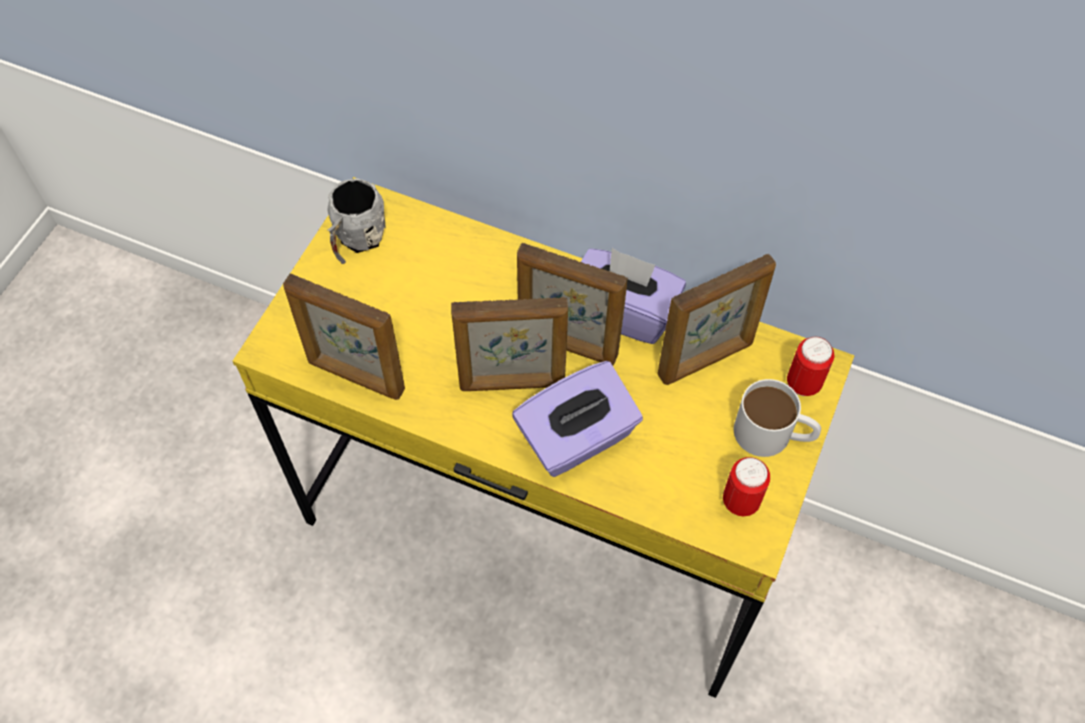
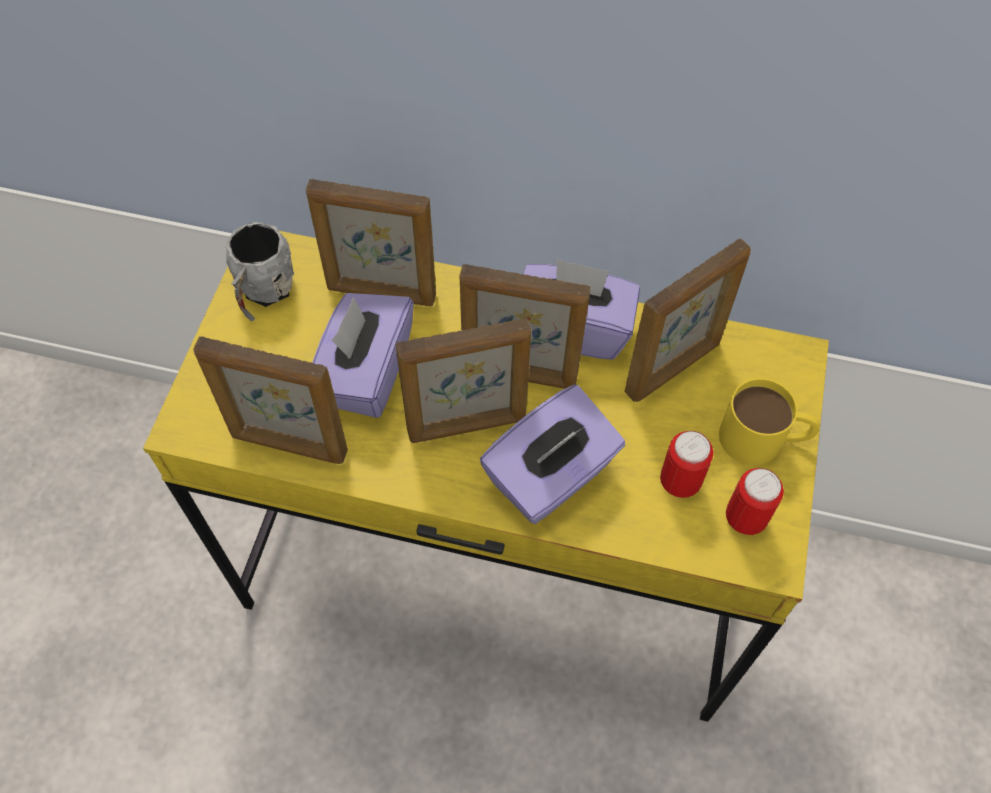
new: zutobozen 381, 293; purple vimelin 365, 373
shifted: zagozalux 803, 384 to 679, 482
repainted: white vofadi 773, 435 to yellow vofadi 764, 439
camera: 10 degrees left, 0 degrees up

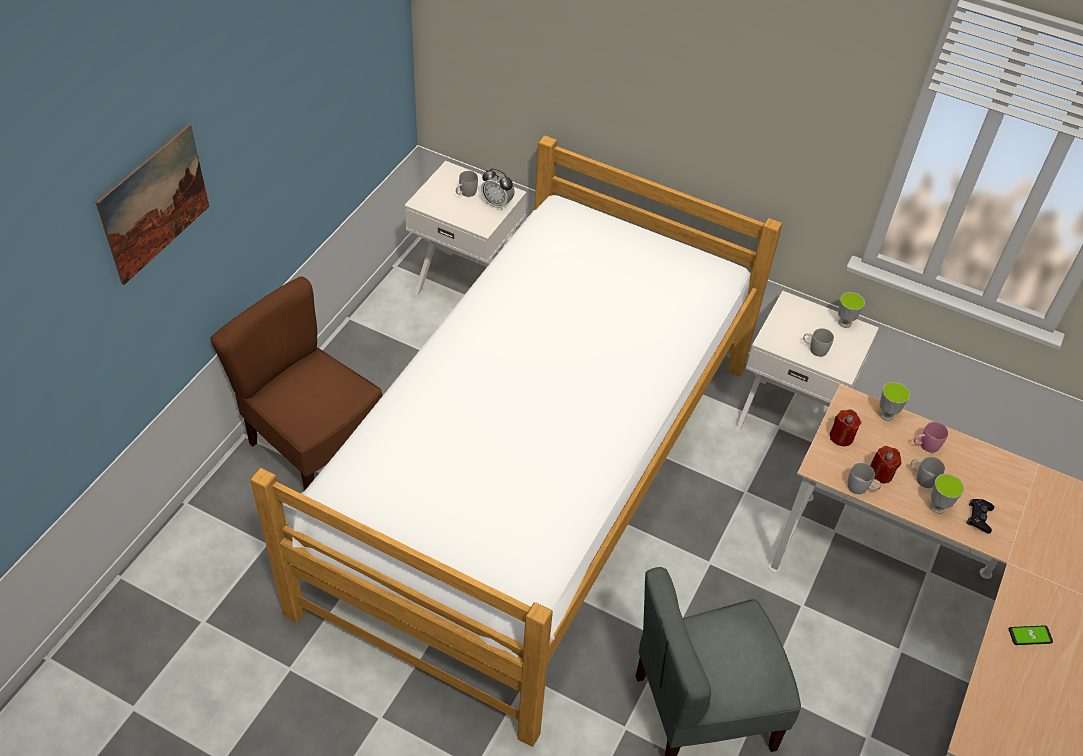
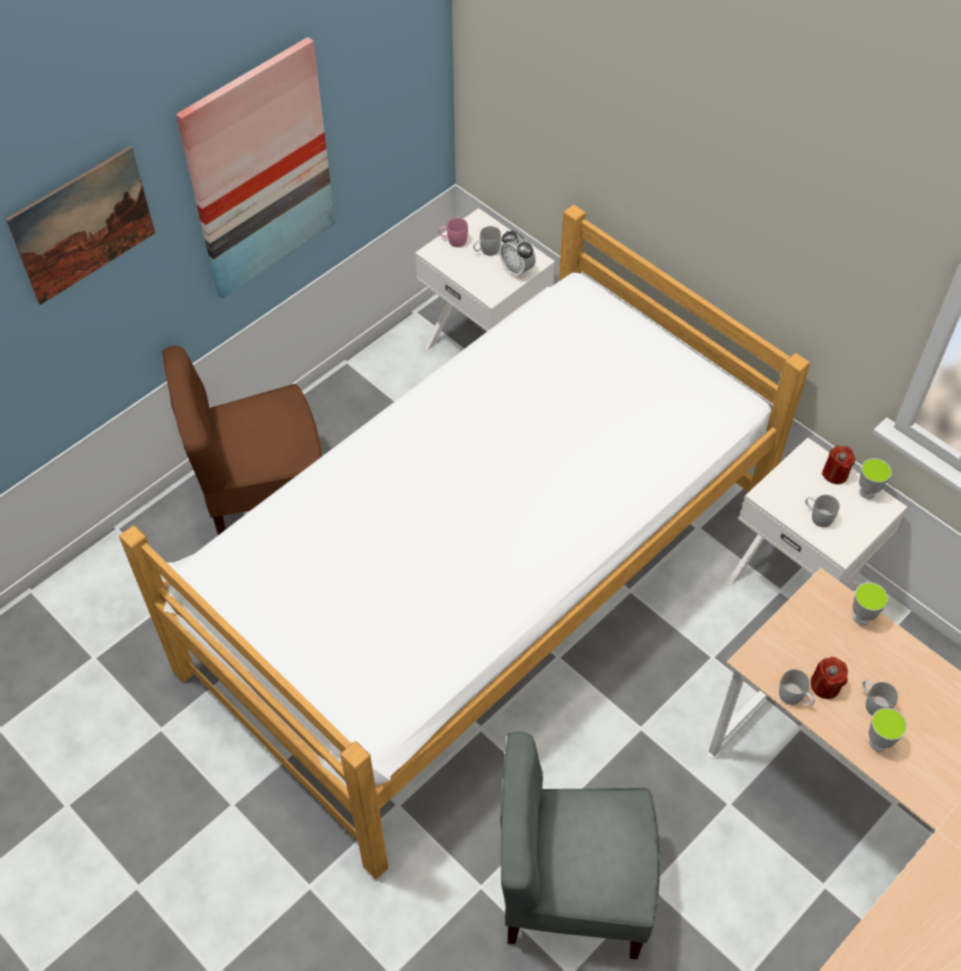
gone: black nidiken 979, 517; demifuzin 1030, 635
new: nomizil 259, 171
shifted: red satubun 841, 437 to 835, 474; pink vofadi 925, 445 to 453, 241
rotated: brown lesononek 314, 445 = 263, 495 75 degrees counterclockwise
camera: 20 degrees right, 5 degrees up

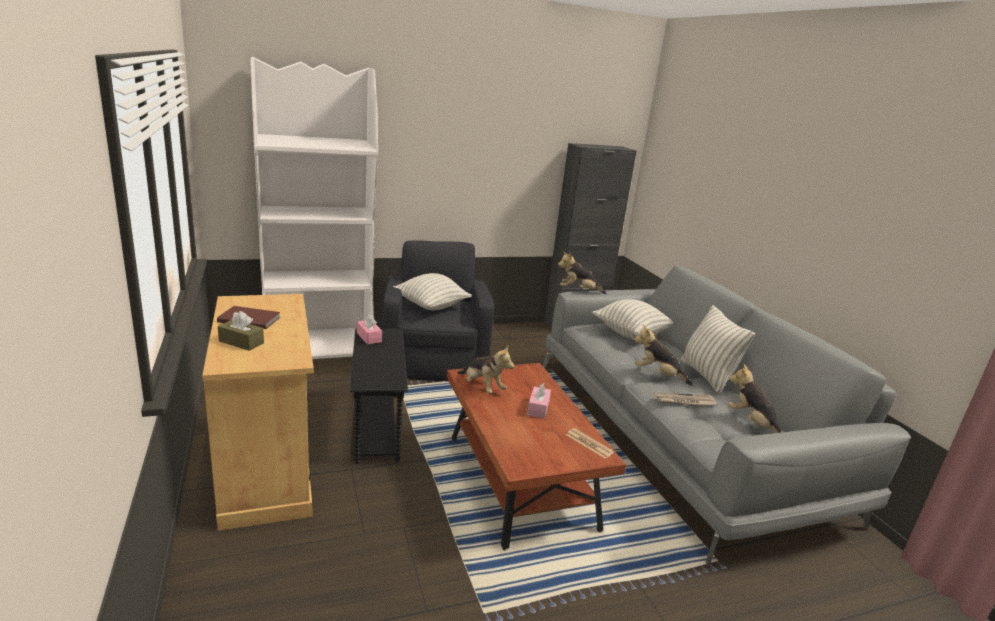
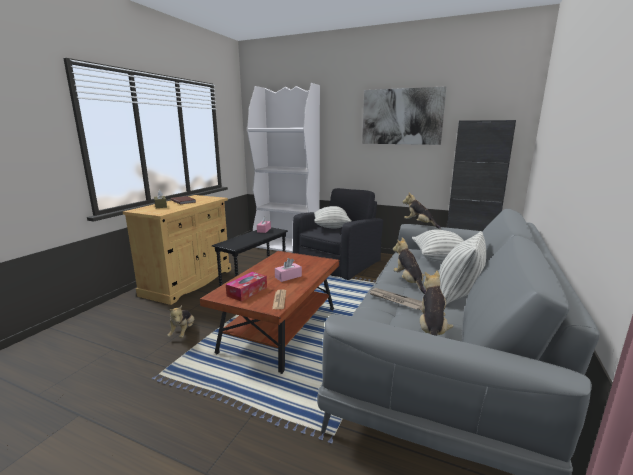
new: vimelin 247, 291; nomizil 402, 116
shifted: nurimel 482, 387 to 183, 332
camera: 45 degrees right, 5 degrees down

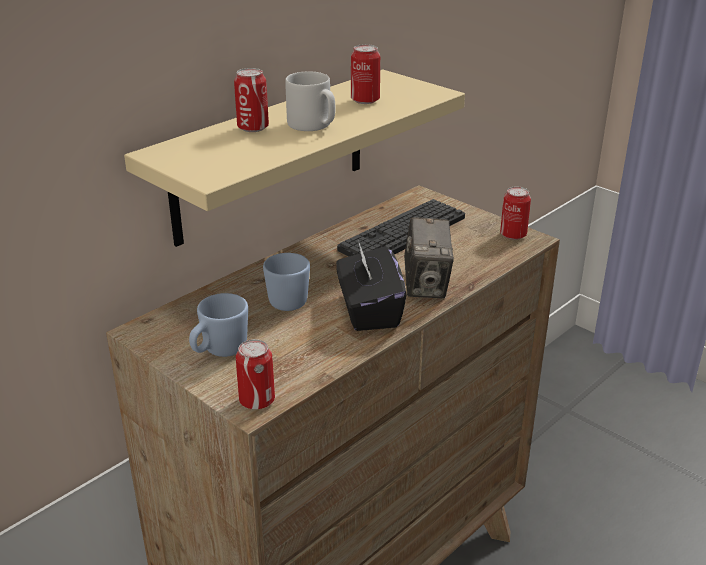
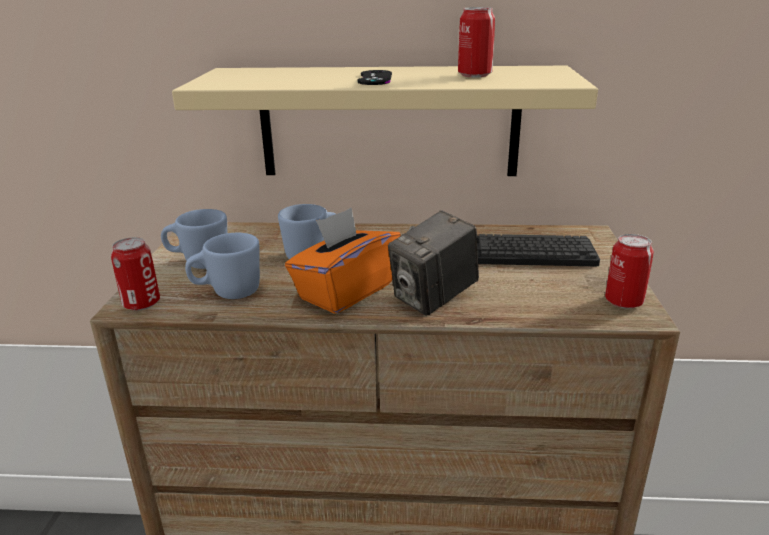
gone: zagozalux 253, 128
new: blue vofadi 227, 293
swapped: grey vofadi 313, 125 to black nidiken 375, 78
repainted: black vimelin 369, 311 to orange vimelin 345, 291
camera: 50 degrees right, 5 degrees down

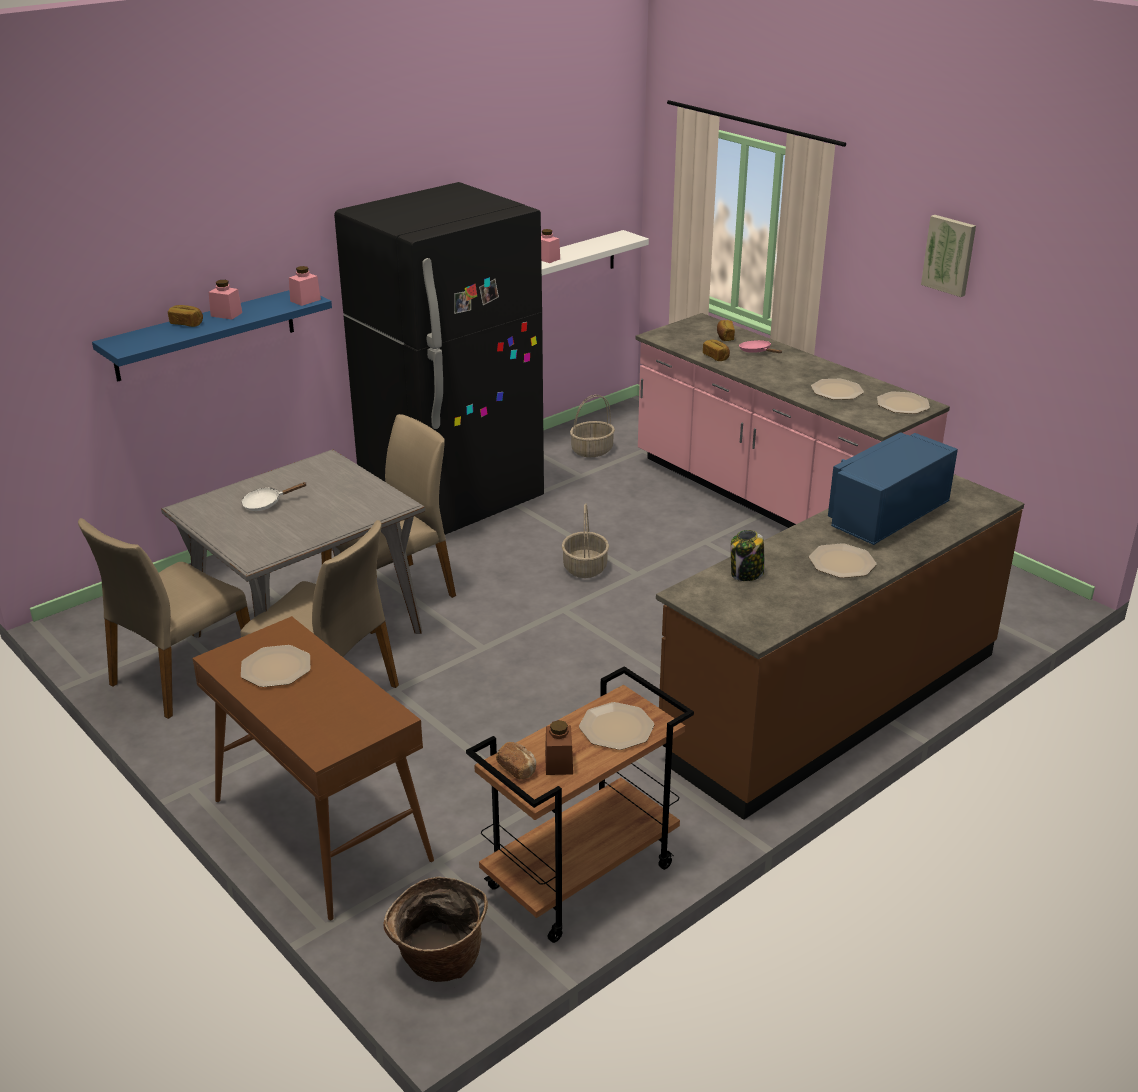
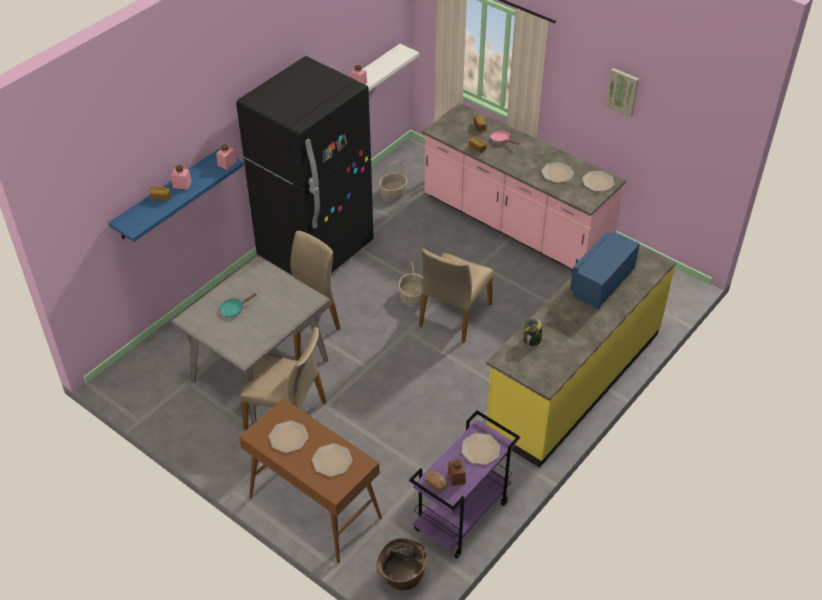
shifted: beige lesononek 182, 675 to 454, 315; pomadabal 842, 562 to 332, 460
repainted: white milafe 266, 504 to turquoise milafe 234, 309; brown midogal 580, 879 to purple midogal 462, 517; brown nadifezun 831, 702 to yellow nadifezun 573, 381
camera: 10 degrees left, 15 degrees up

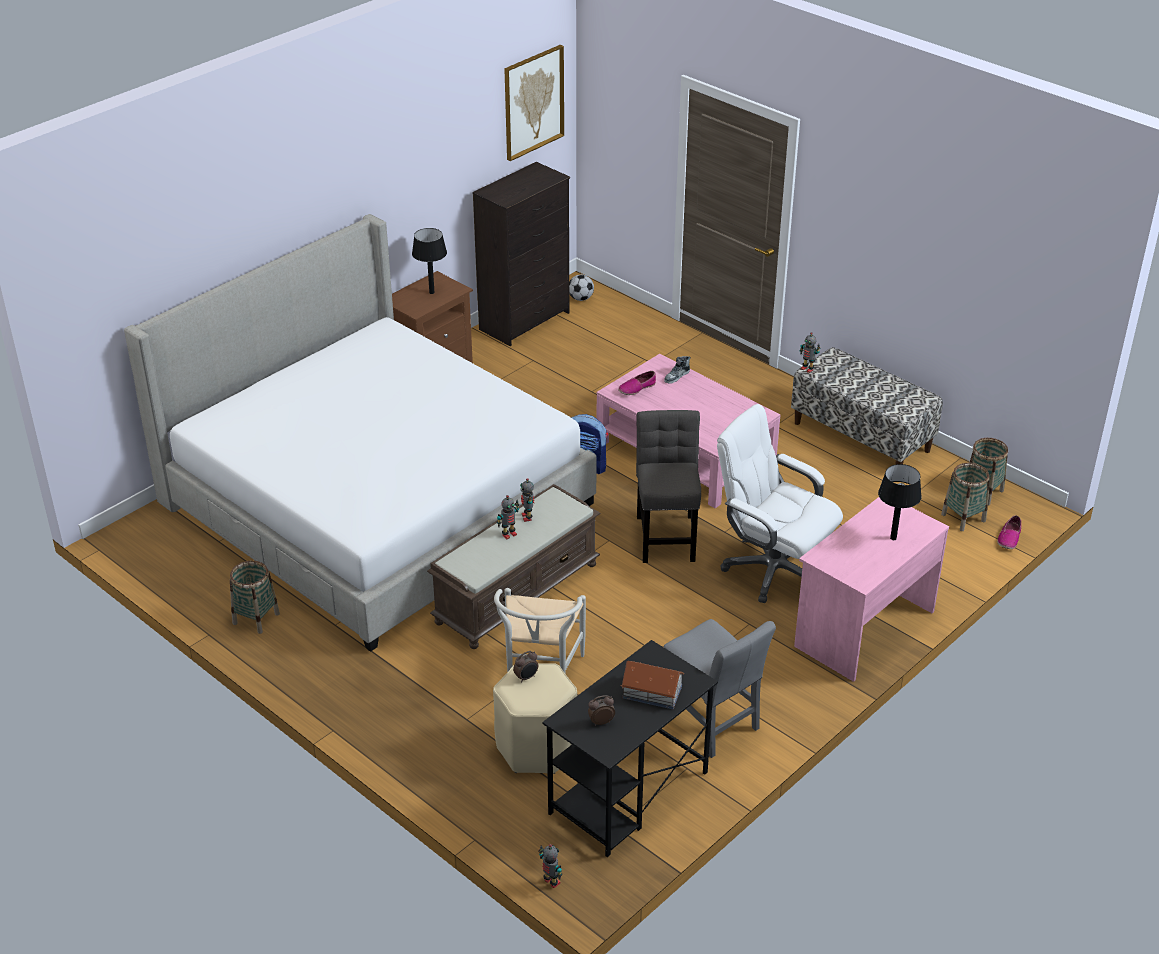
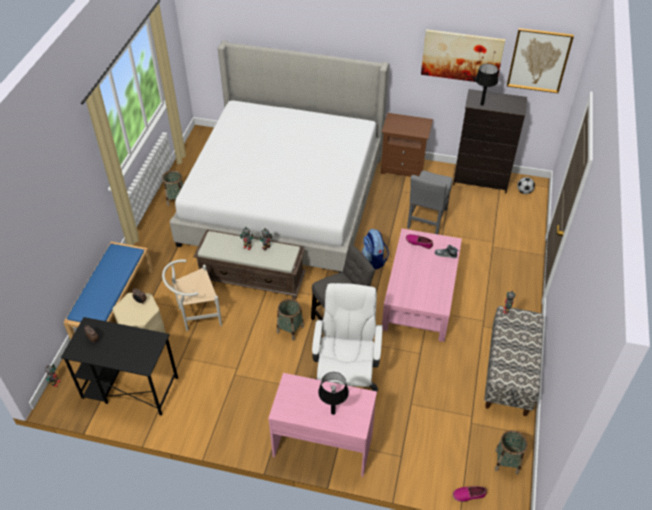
gone: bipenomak 652, 692
new: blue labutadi 114, 304; nomizil 461, 56
shifted: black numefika 432, 292 to 482, 104; grey lesononek 711, 723 to 427, 220; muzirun 963, 518 to 290, 329
camera: 60 degrees right, 10 degrees up

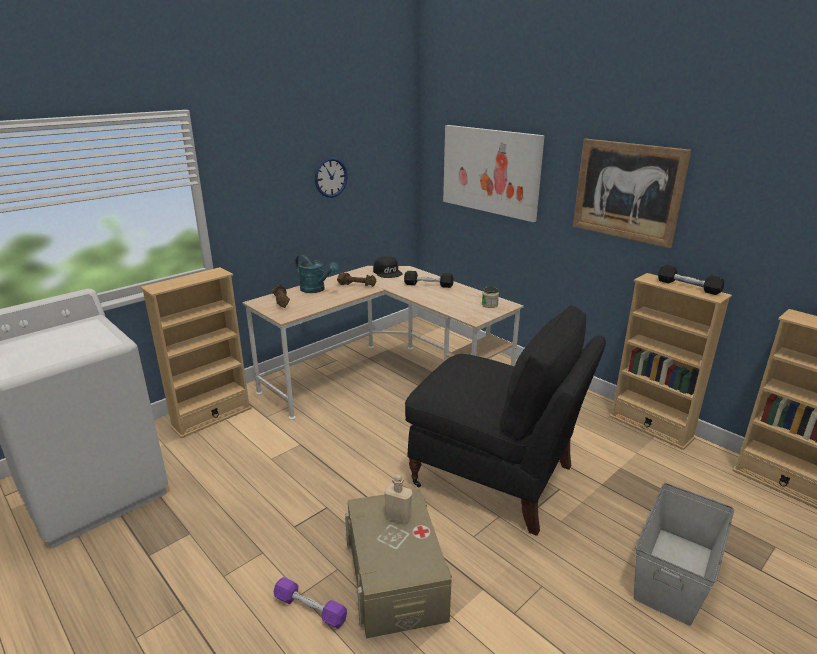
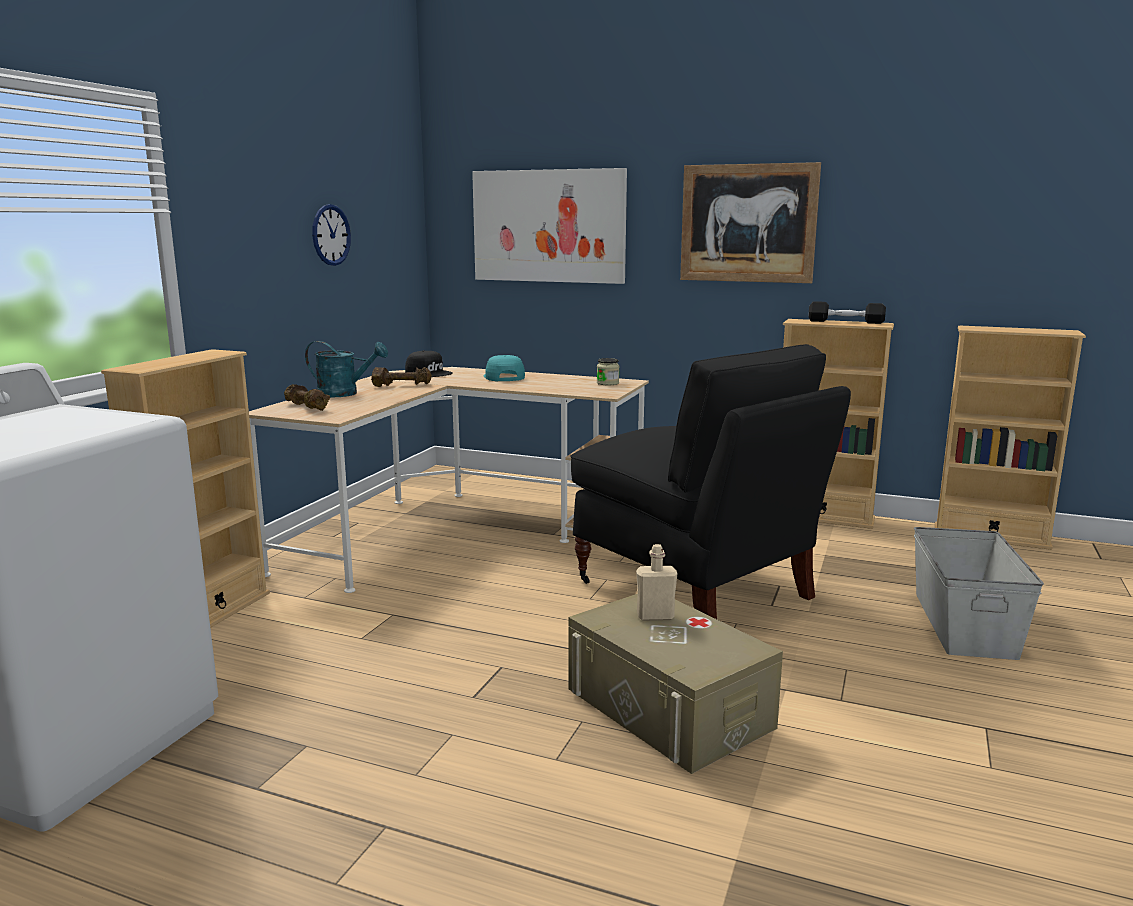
gone: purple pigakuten 310, 609
swapped: black pigakuten 428, 285 to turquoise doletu 503, 377
rotated: black lesononek 495, 477 = 695, 591 45 degrees clockwise
camera: 25 degrees left, 10 degrees down

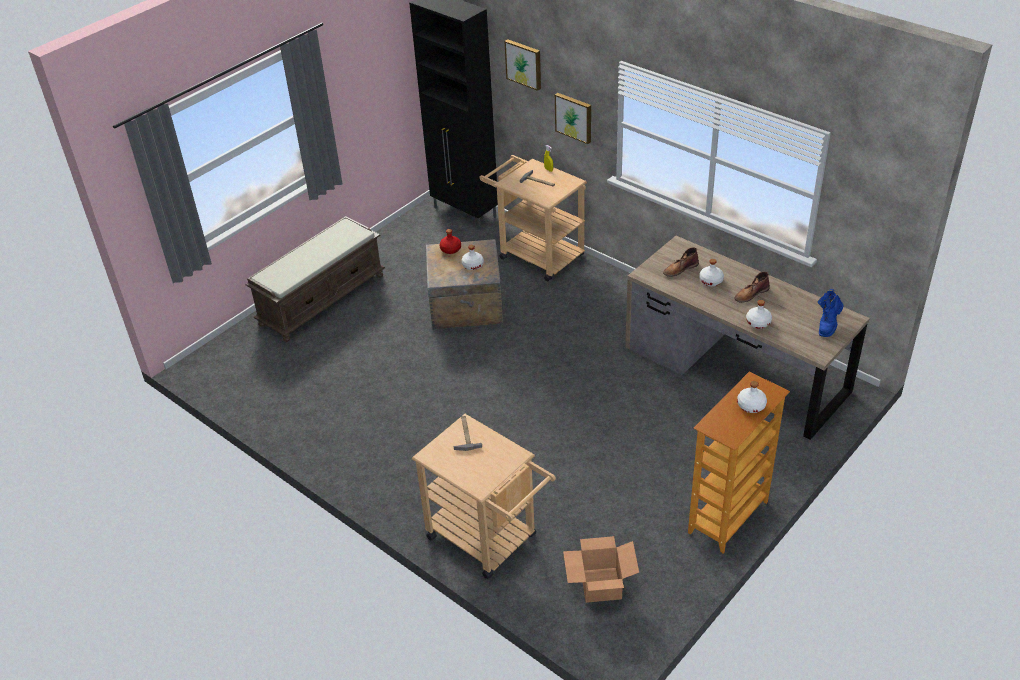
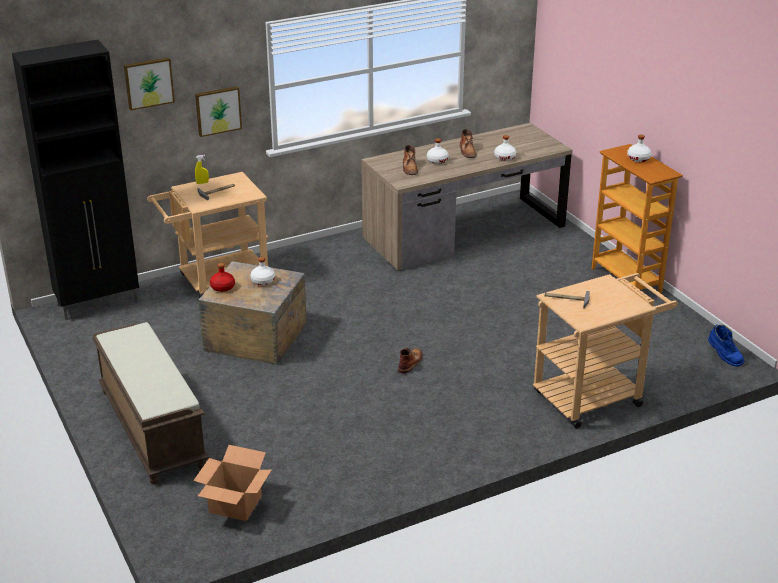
new: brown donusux 410, 362
shifted: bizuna 601, 585 to 236, 504; blue donusux 828, 325 to 723, 357
camera: 70 degrees left, 10 degrees down

